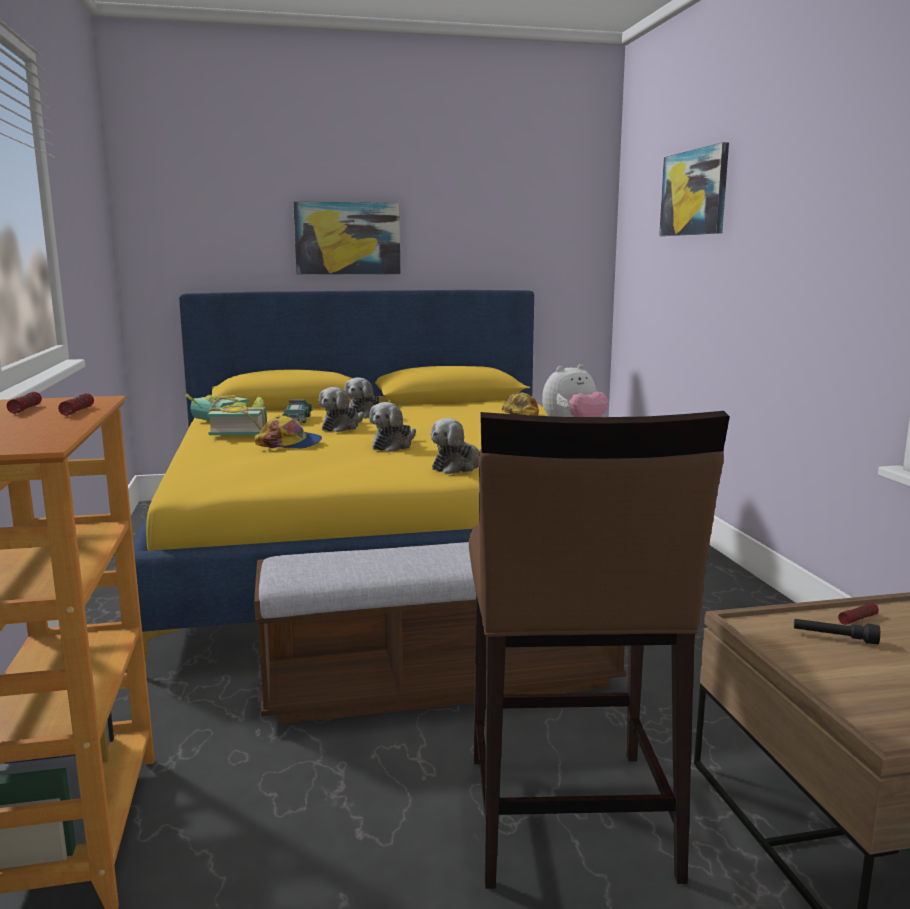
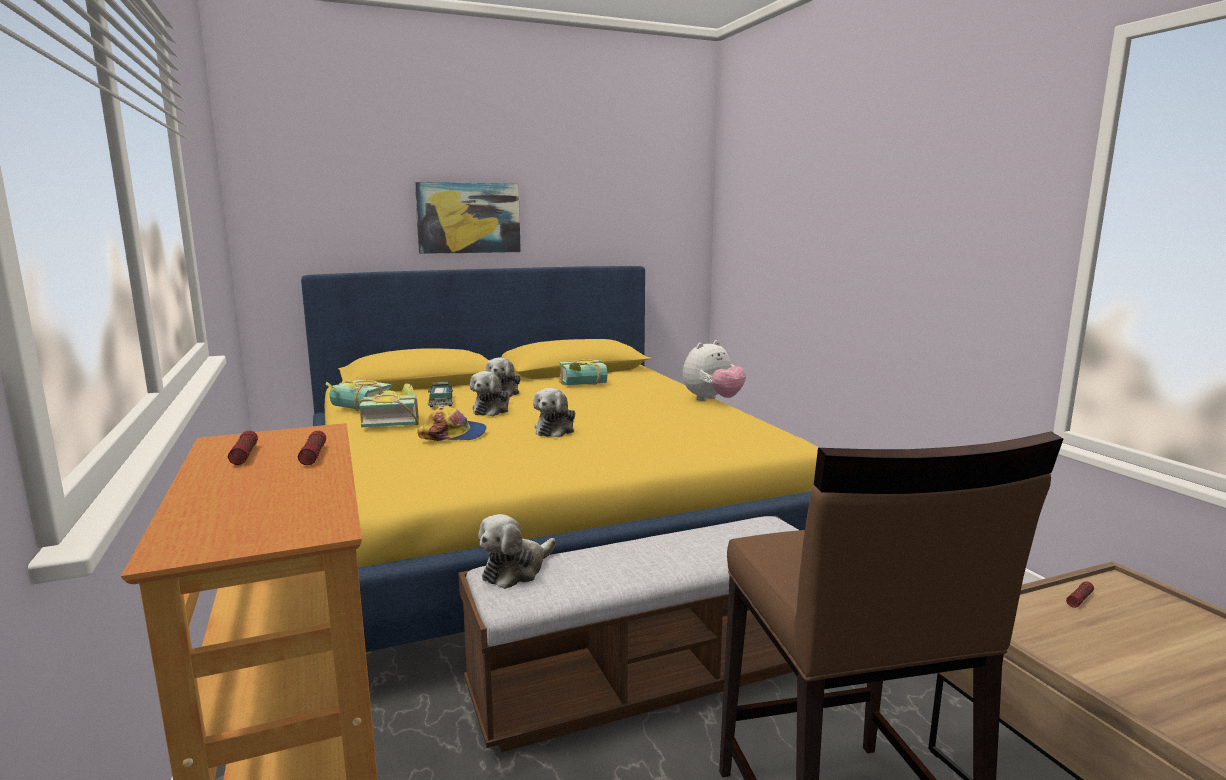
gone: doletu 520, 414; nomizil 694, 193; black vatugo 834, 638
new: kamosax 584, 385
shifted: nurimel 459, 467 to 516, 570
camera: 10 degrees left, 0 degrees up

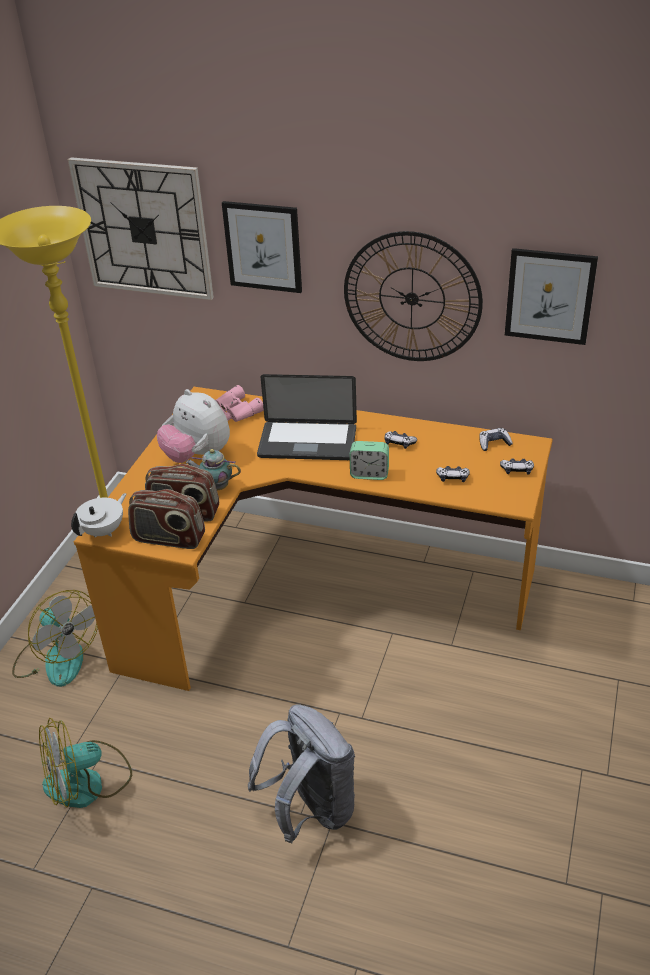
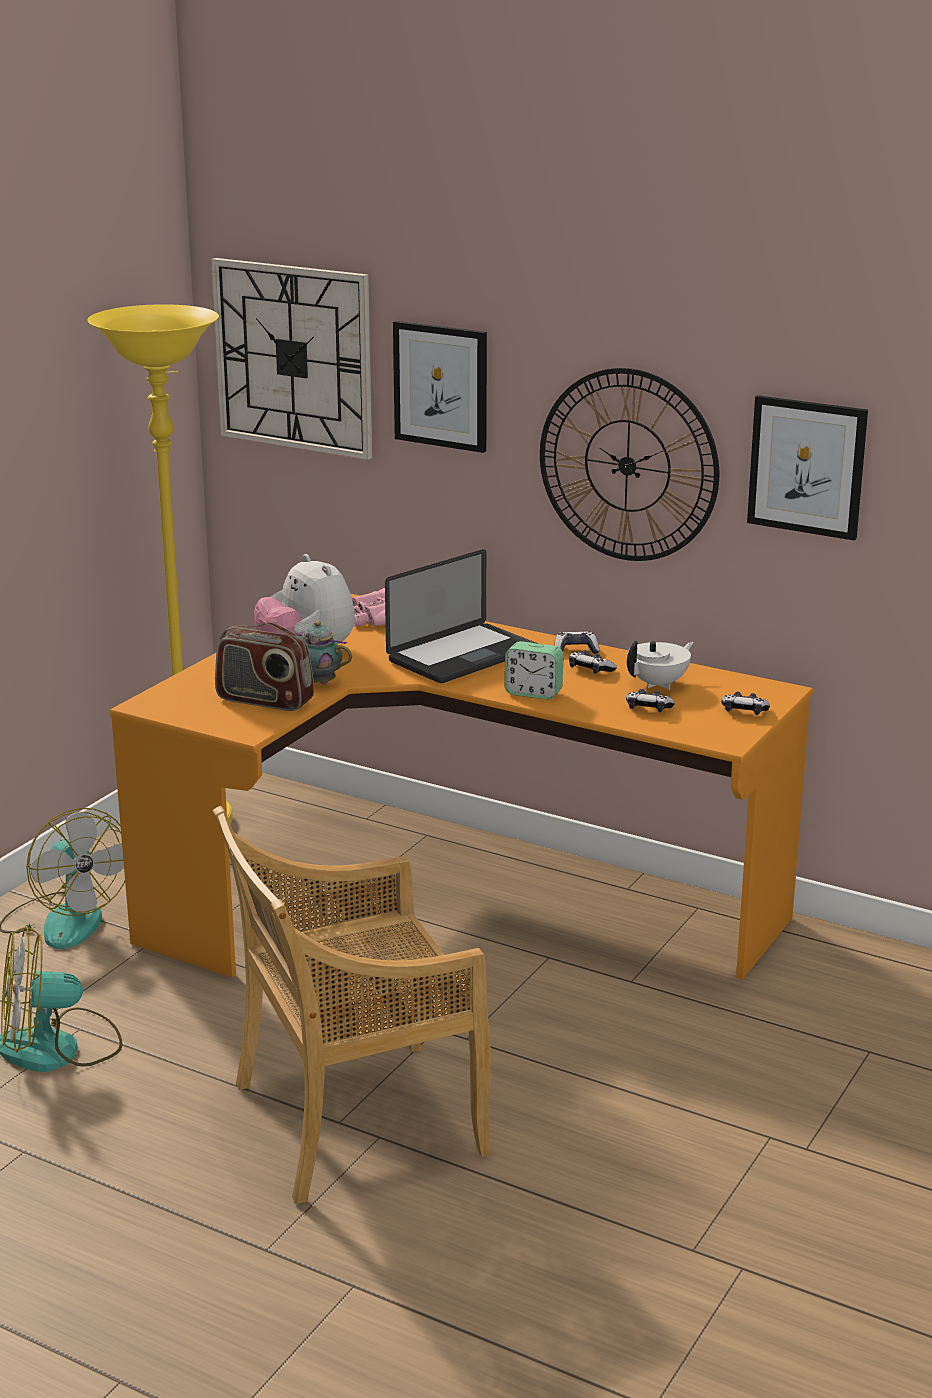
gone: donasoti 168, 539
shifted: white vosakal 104, 531 to 659, 684; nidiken 494, 443 to 576, 650
swapped: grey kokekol 310, 810 to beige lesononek 354, 1121
rotated: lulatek 307, 442 = 463, 656 60 degrees counterclockwise
camera: 10 degrees right, 15 degrees down

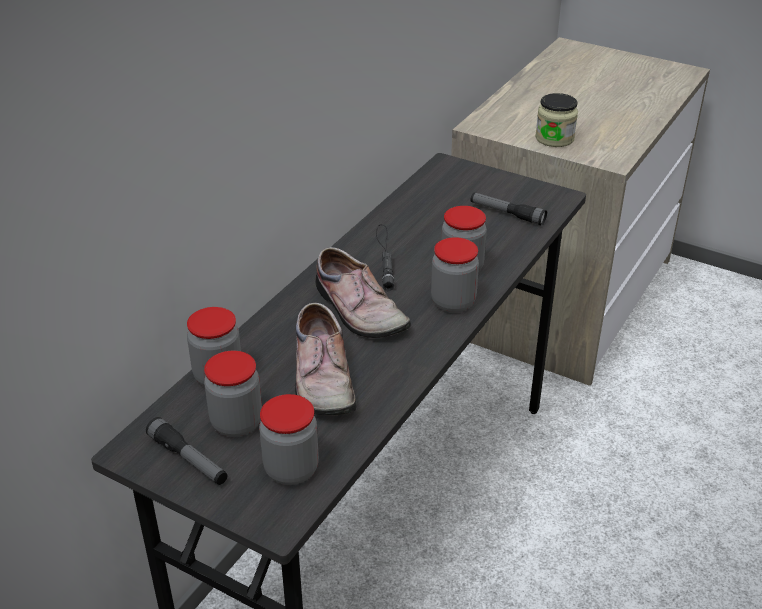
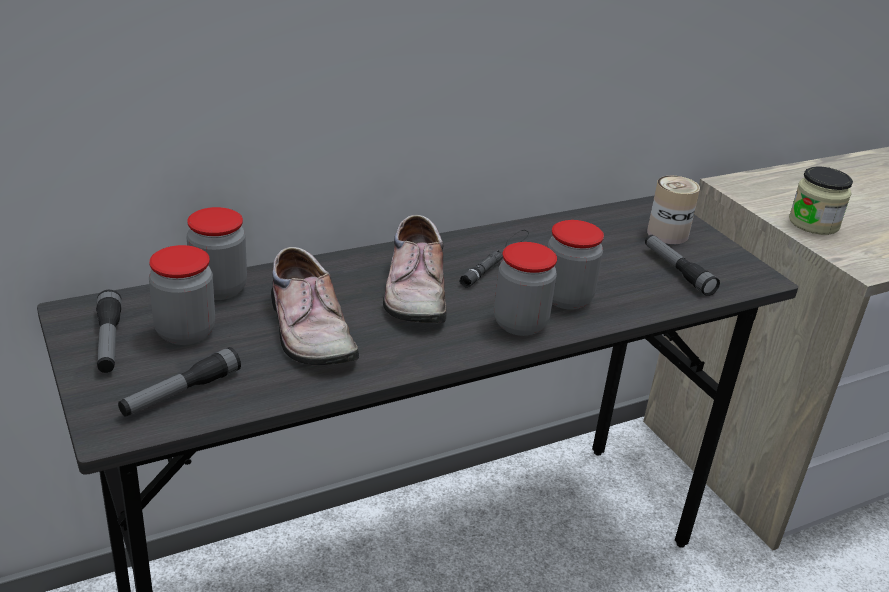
new: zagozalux 667, 234
swapped: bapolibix 291, 469 to vatugo 181, 393
rotated: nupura 320, 377 = 306, 330 45 degrees counterclockwise
camera: 30 degrees right, 5 degrees down

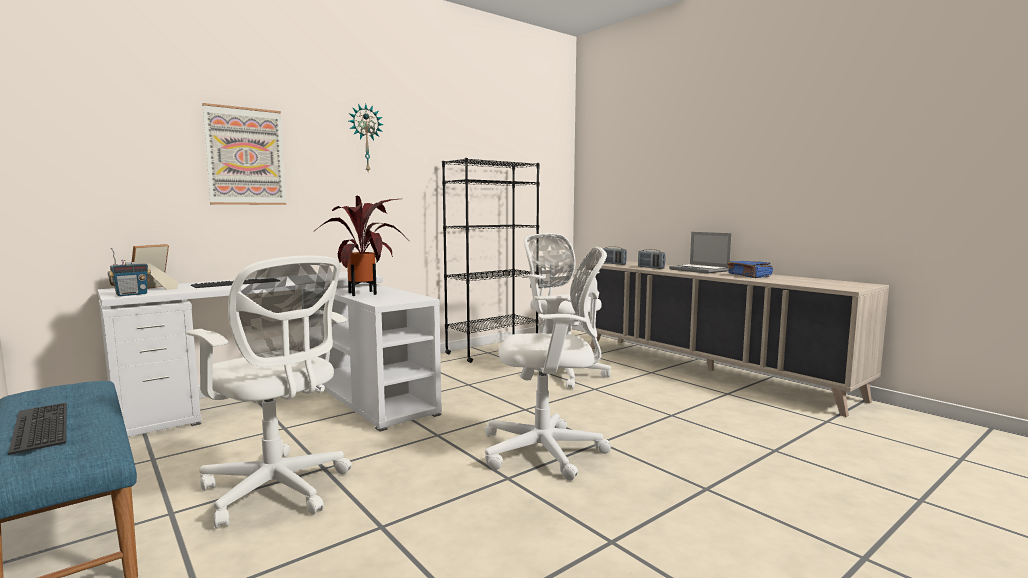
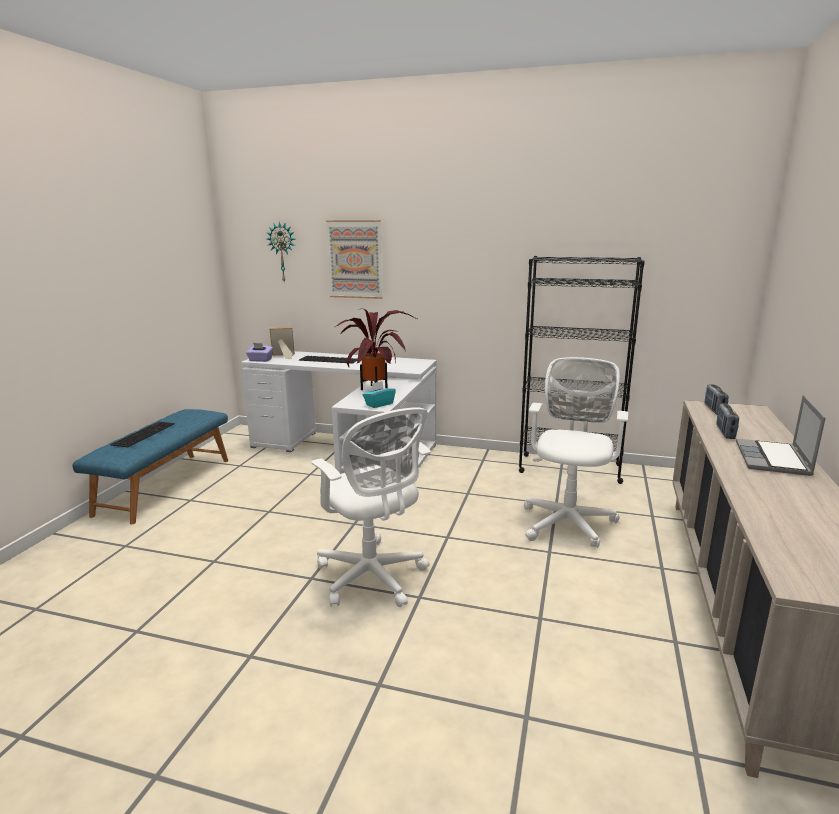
gone: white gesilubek 278, 491; blue kamosax 749, 276
new: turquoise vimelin 379, 404
shifted: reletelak 365, 138 to 283, 252
swapped: donasoti 131, 294 to purple vimelin 260, 360
camera: 55 degrees right, 10 degrees up

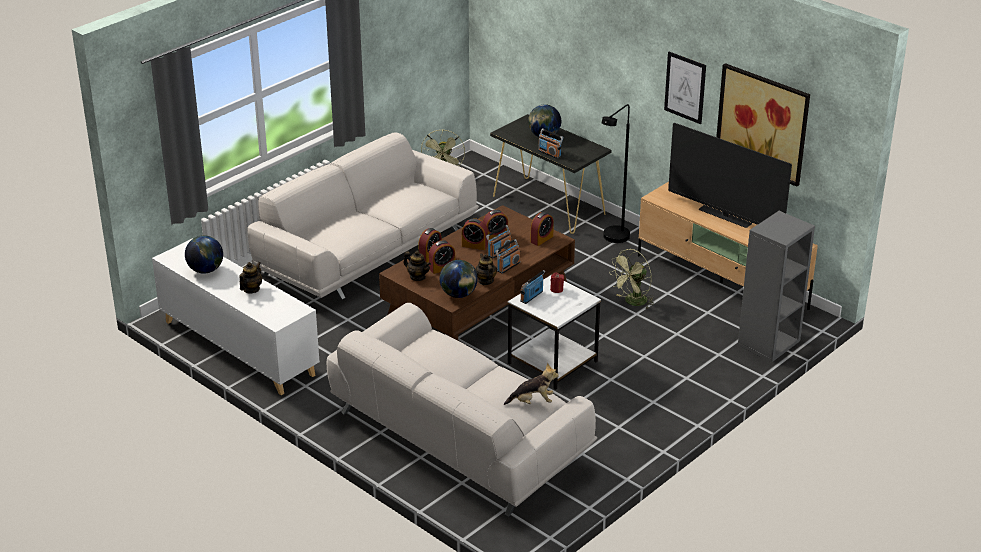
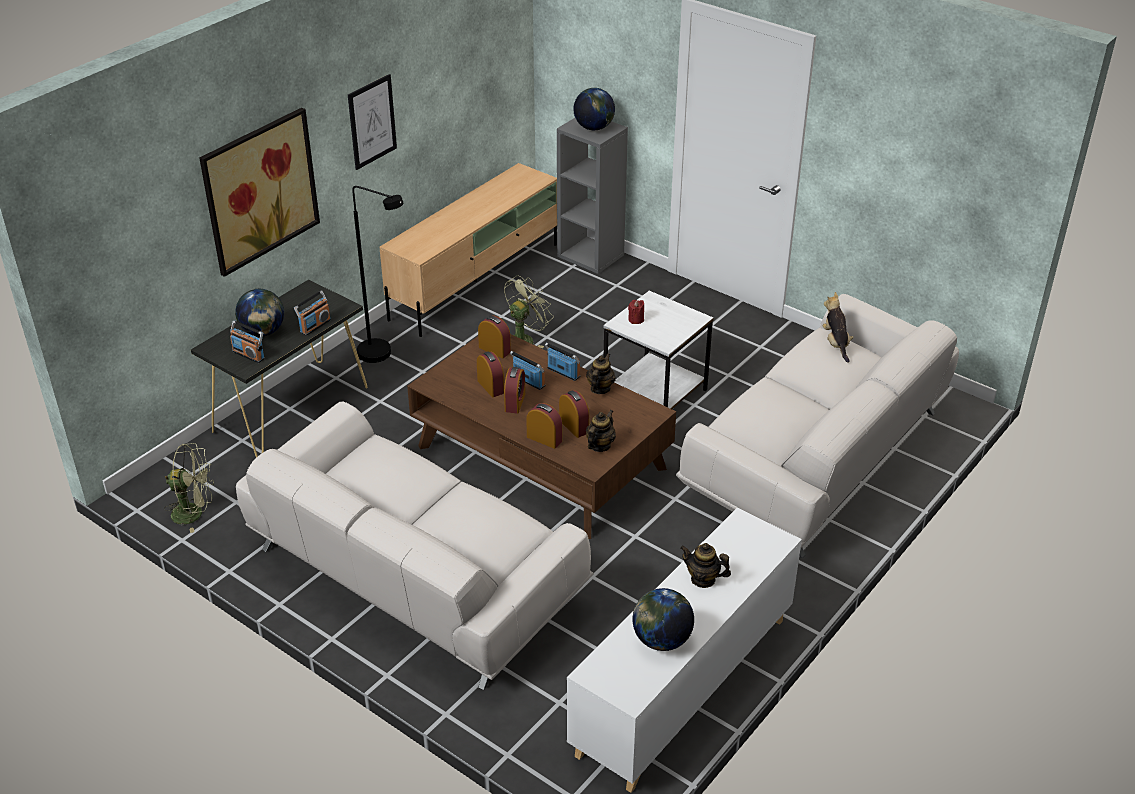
gone: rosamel 725, 217
shifted: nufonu 458, 295 to 594, 128; donasoti 532, 296 to 249, 355; nomizil 762, 123 to 260, 190
rotated: vosakal 485, 281 = 600, 388 135 degrees clockwise; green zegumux 633, 302 = 524, 339 90 degrees counterclockwise
camera: 95 degrees left, 5 degrees up

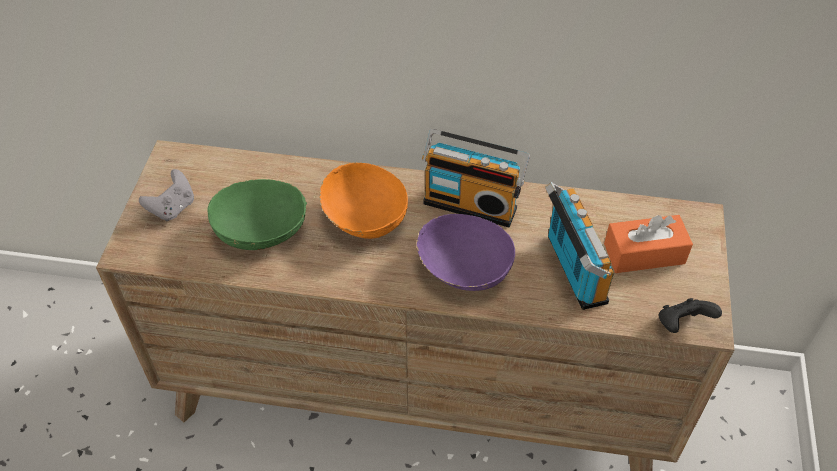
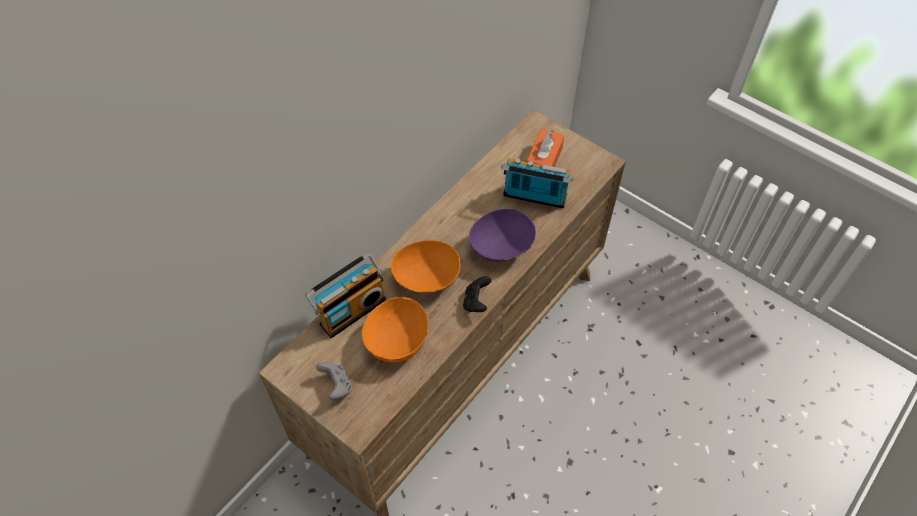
shifted: donasoti 471, 203 to 351, 310; black nidiken 682, 324 to 476, 302
repainted: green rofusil 262, 231 to orange rofusil 397, 340
camera: 60 degrees left, 5 degrees up

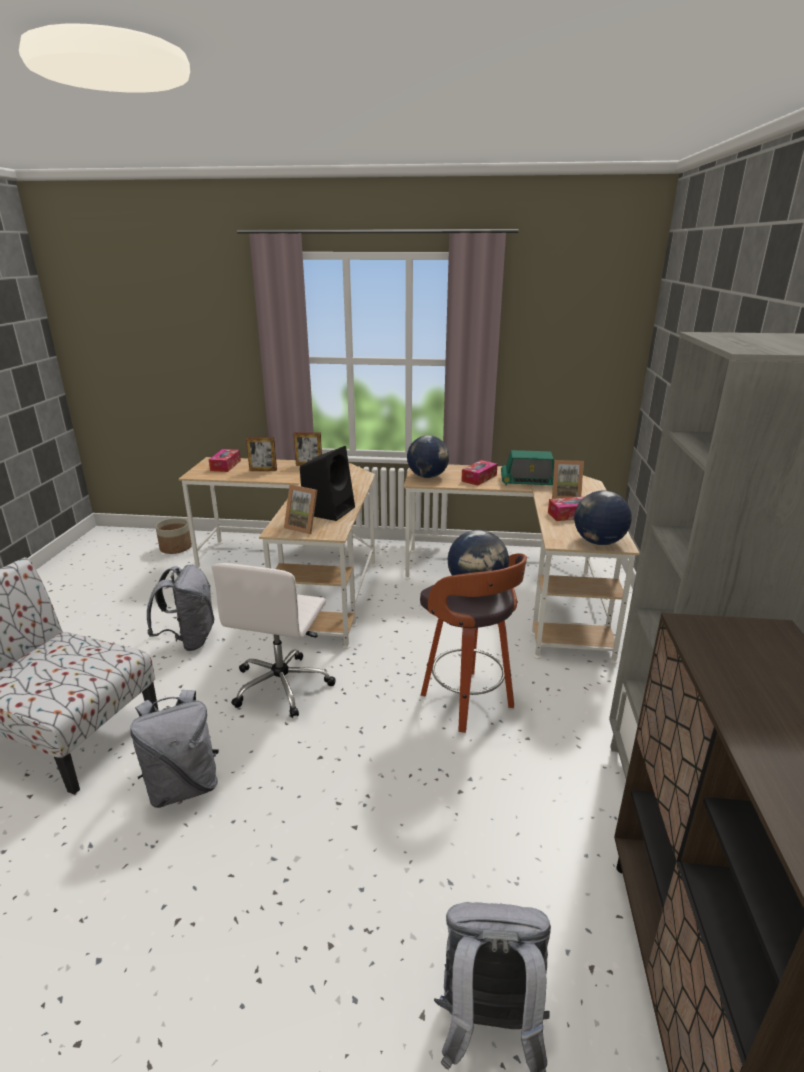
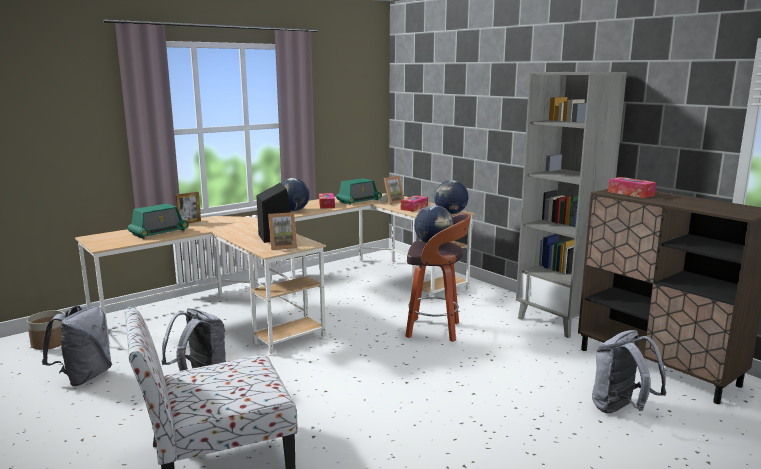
gone: white gesilubek 282, 685
shifted: grey kokekol 183, 786 to 84, 377; vimelin 225, 465 to 630, 193
swapped: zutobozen 263, 470 to donasoti 159, 232
camera: 45 degrees left, 10 degrees down

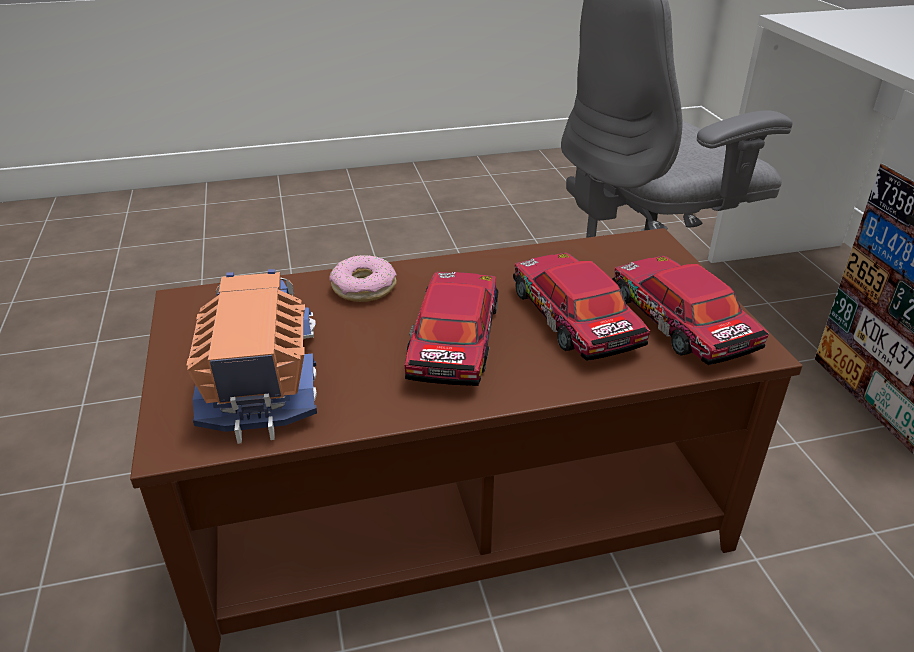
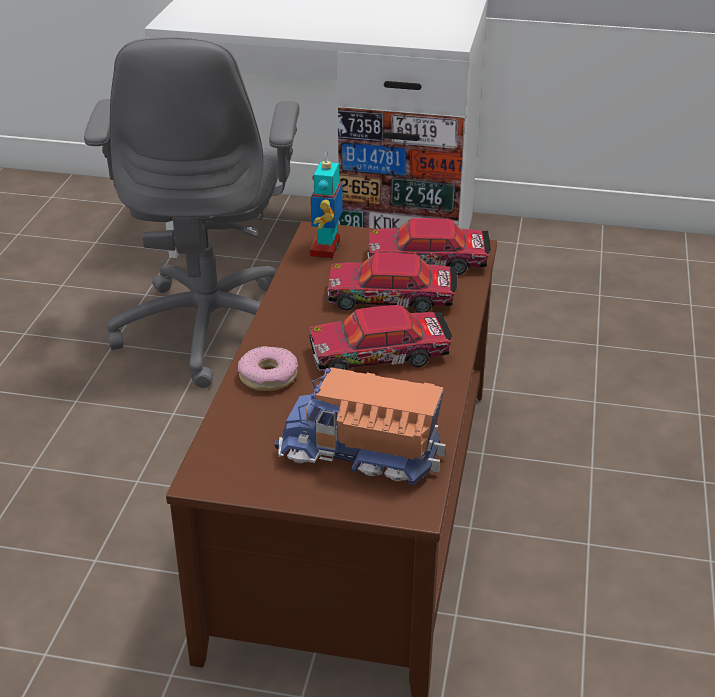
new: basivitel 326, 249
rotated: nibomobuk 453, 342 = 379, 354 45 degrees counterclockwise
camera: 65 degrees left, 0 degrees up

